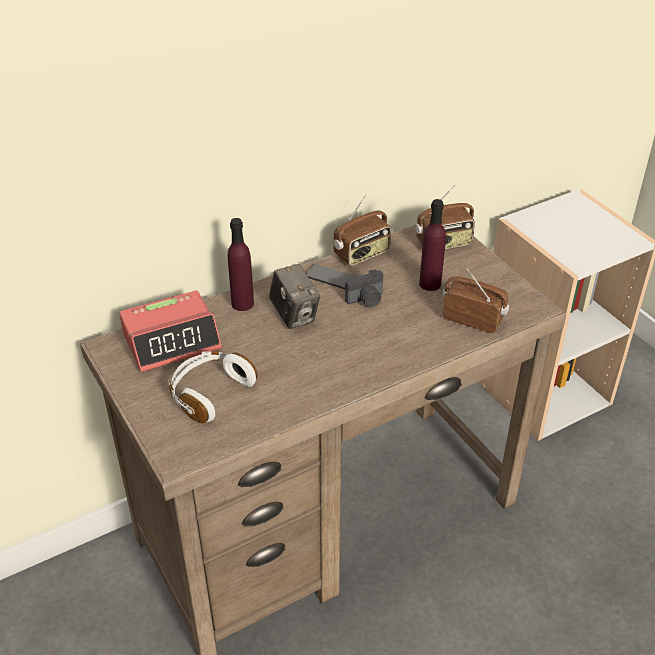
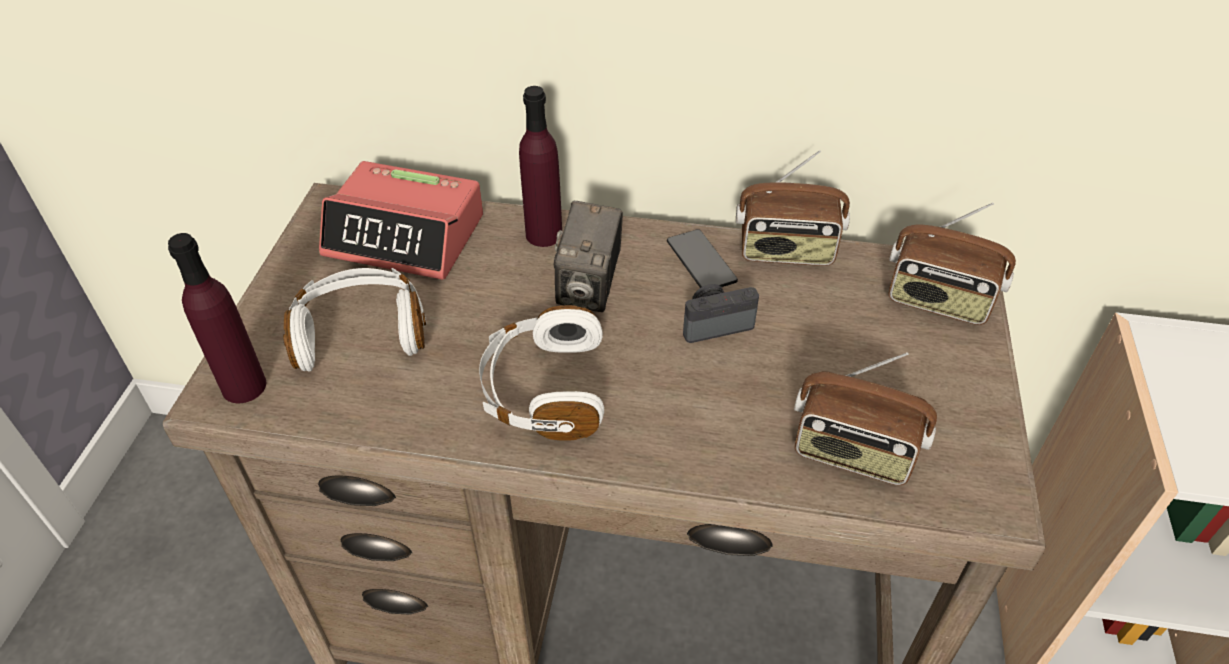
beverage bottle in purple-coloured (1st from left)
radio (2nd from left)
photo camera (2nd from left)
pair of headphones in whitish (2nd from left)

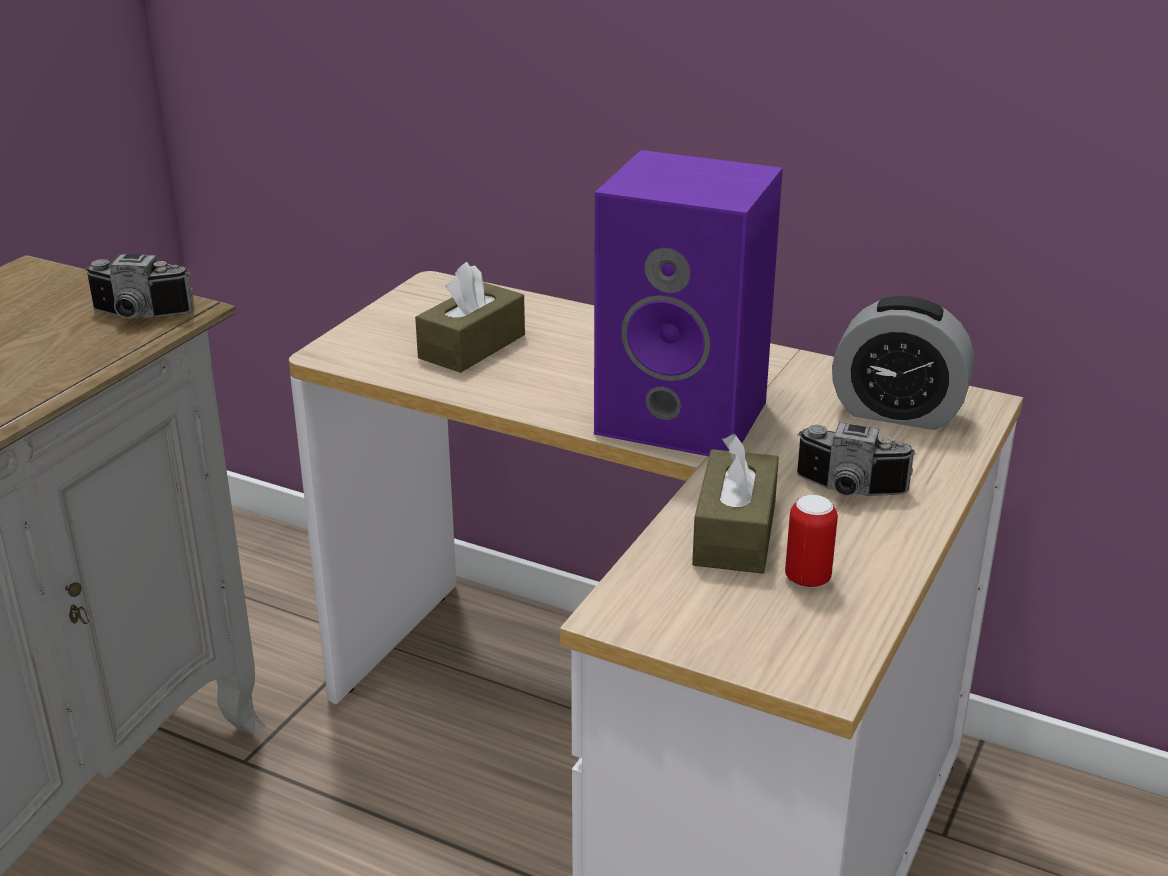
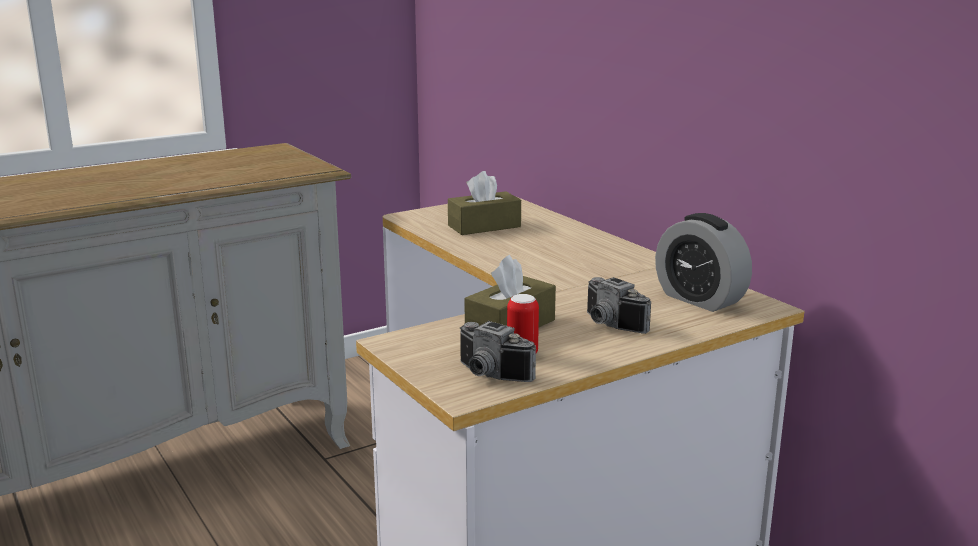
speaker in purple-coloured
photo camera (1st from left)

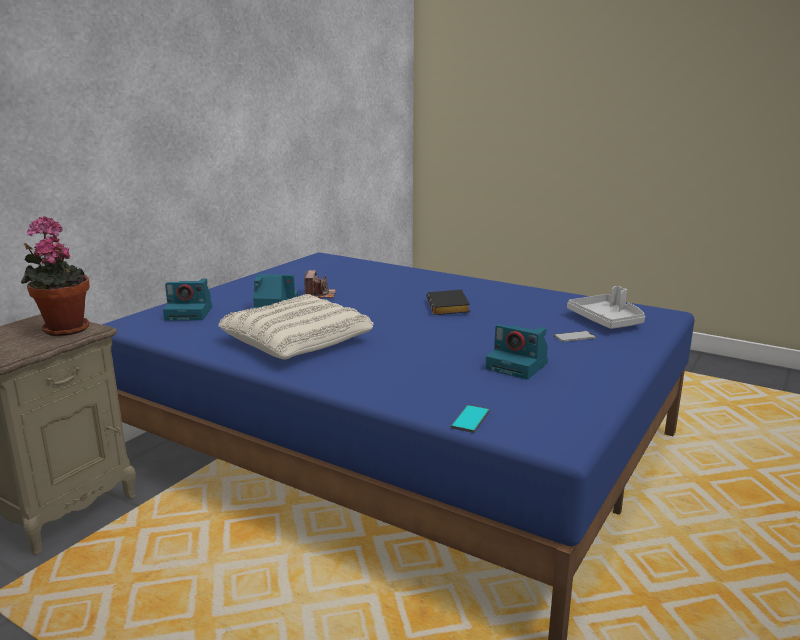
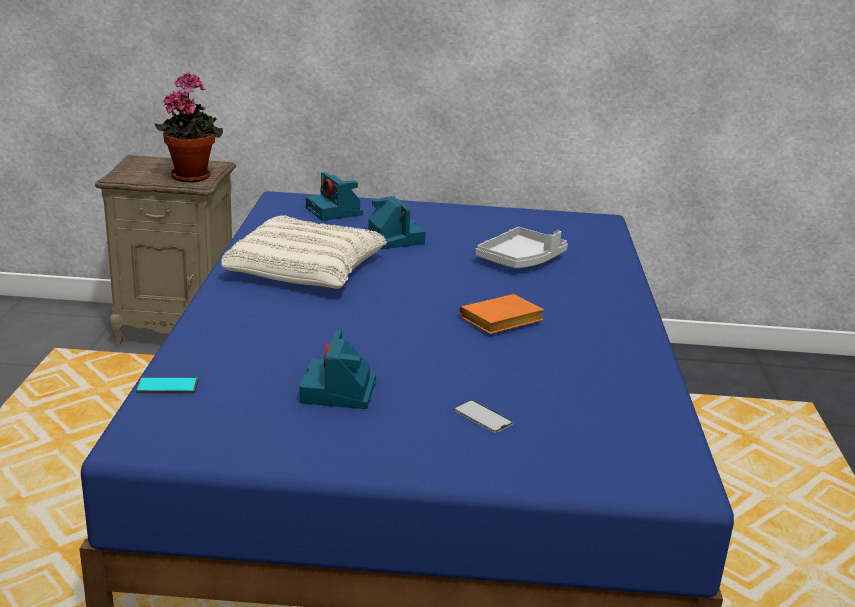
photo camera (3rd from left in the first image)
carrying tray in grey
volume in orange-coloured

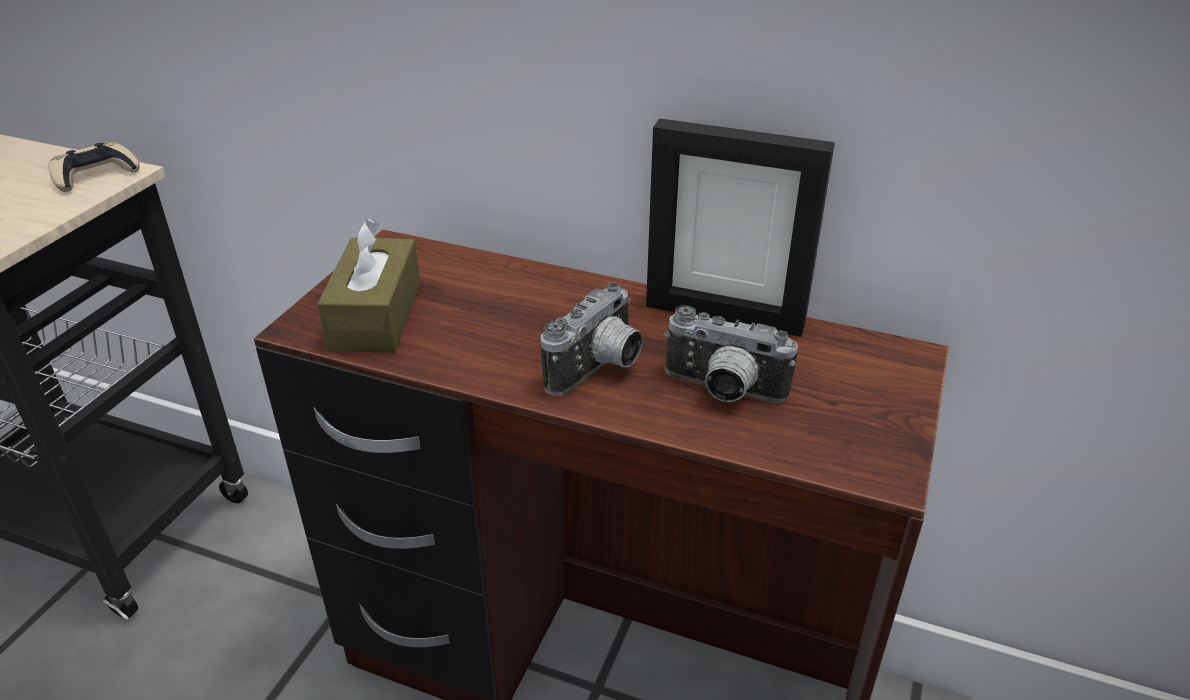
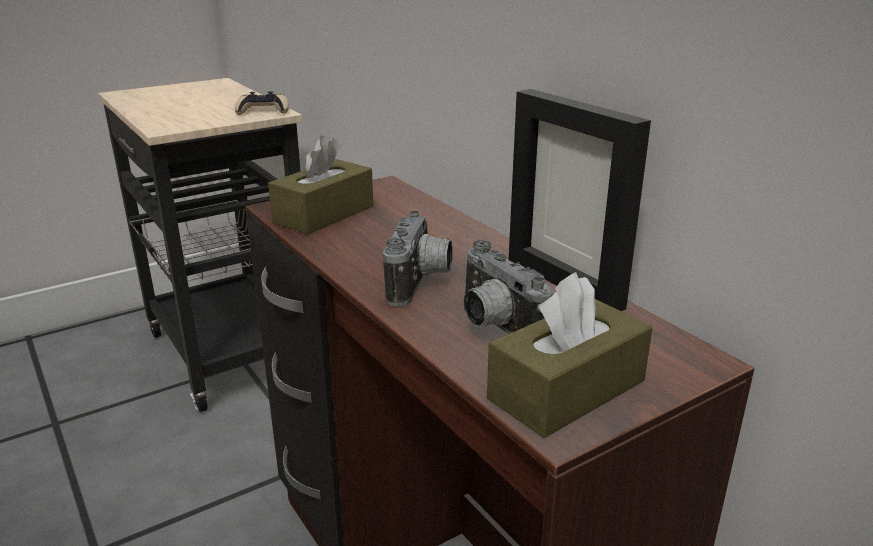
photo camera (1st from left)
tissue box in brownish (2nd from left)

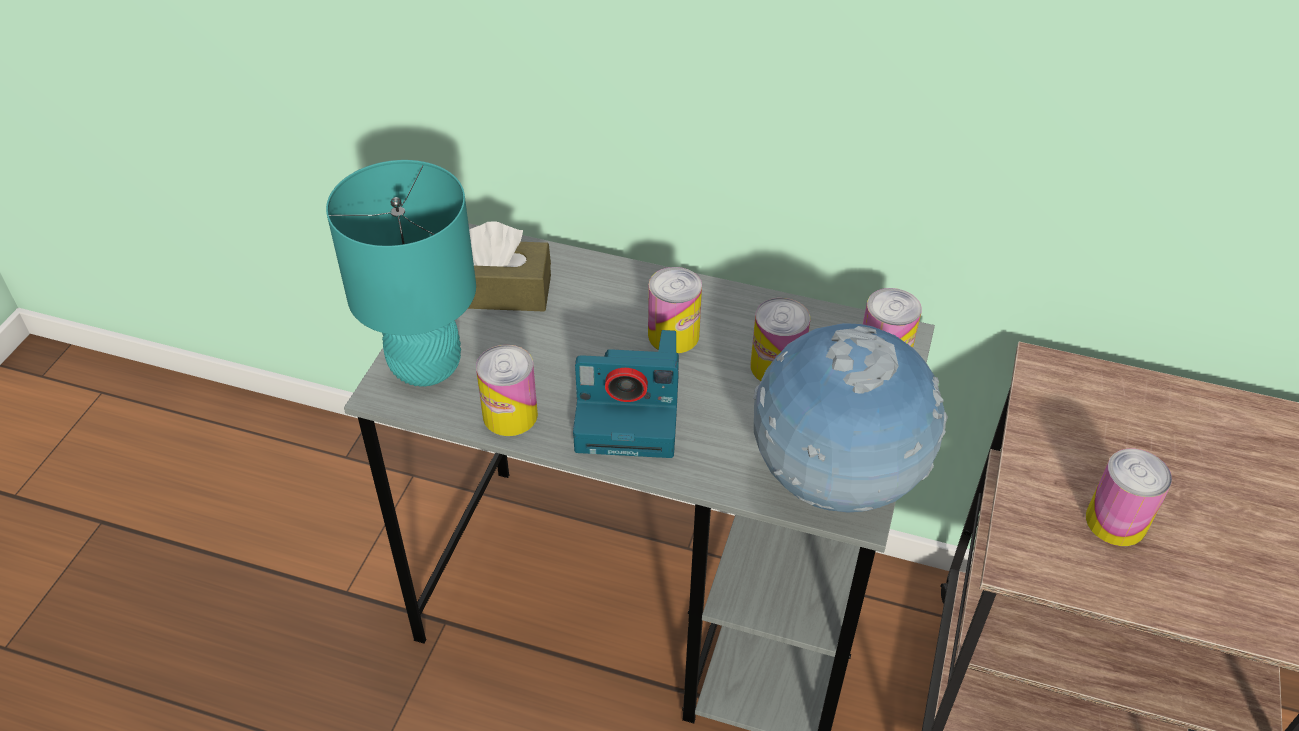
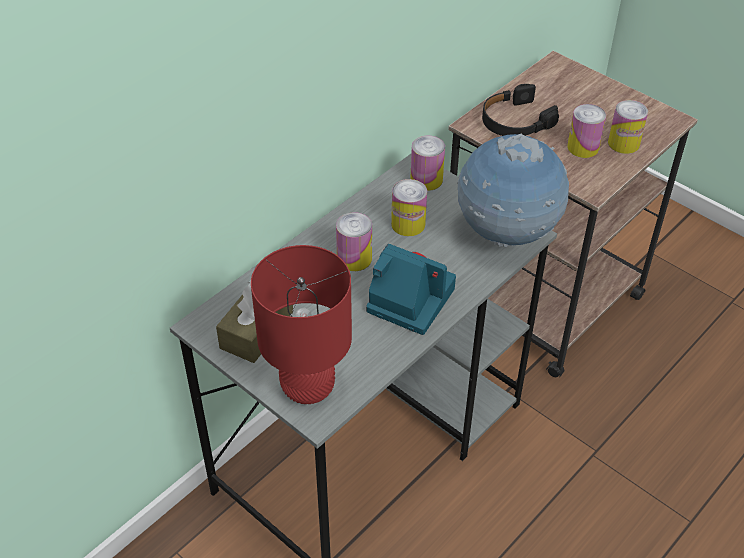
tabletop lamp in reddish
photo camera
sealed can (5th from left)
pair of headphones in black-coloured

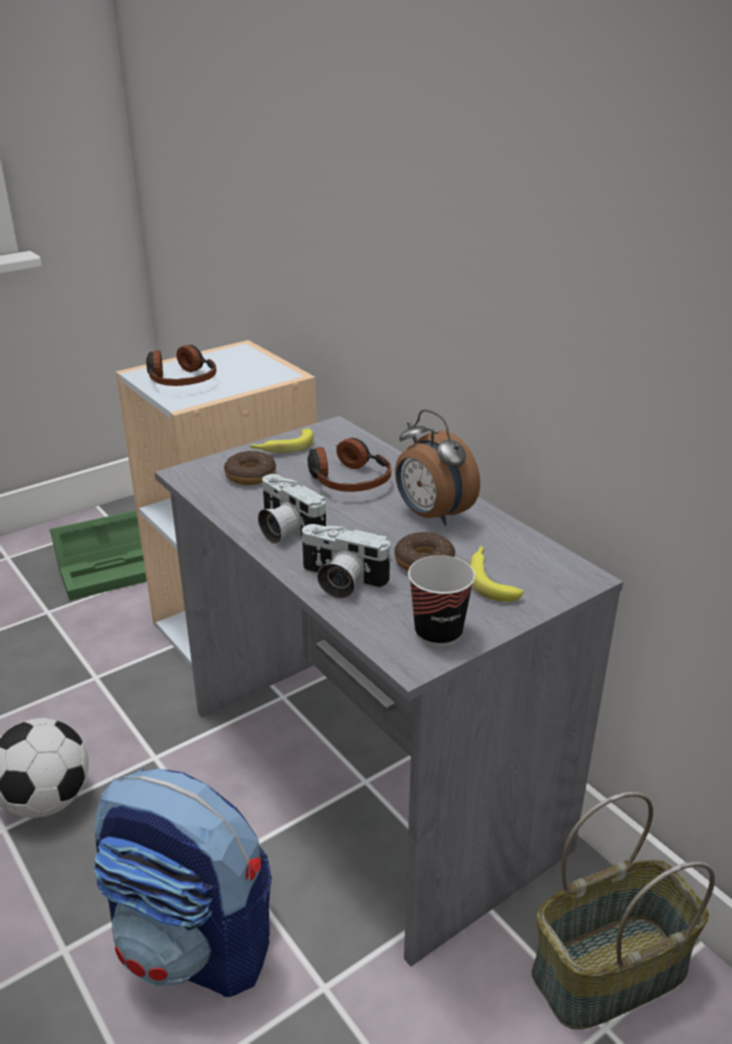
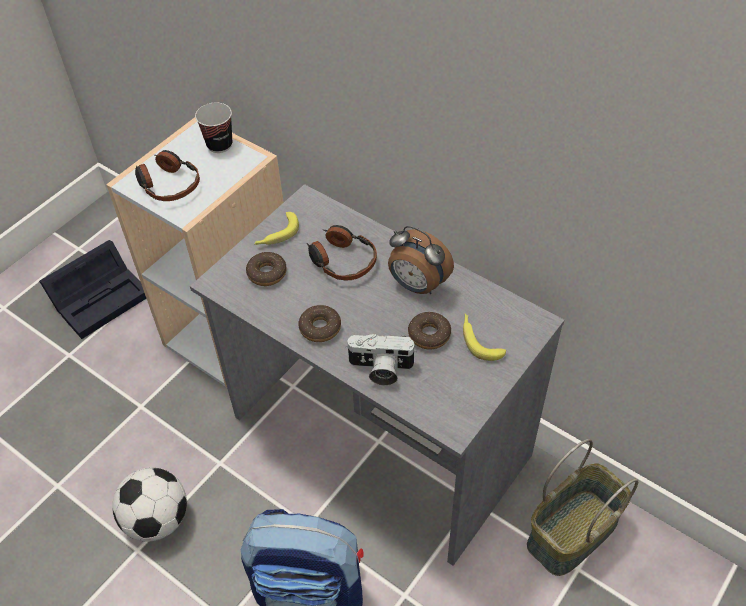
donut (2nd from left)
storage container in black-coloured
drinking cup

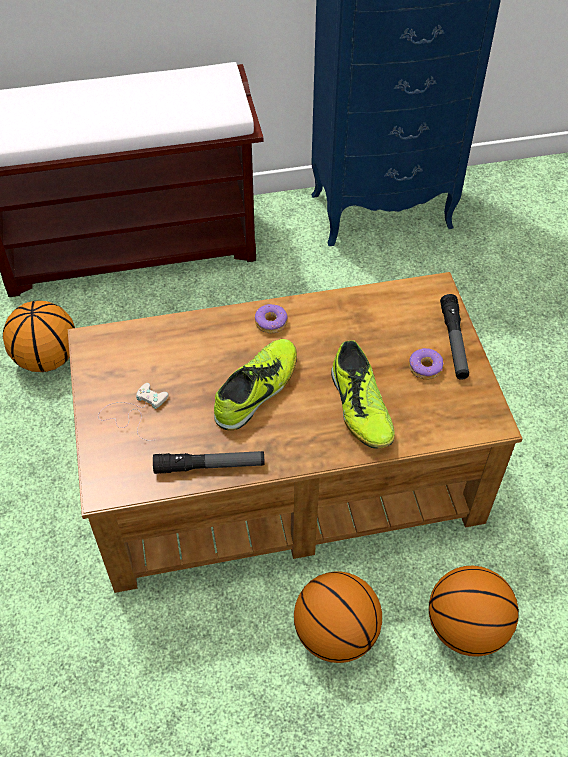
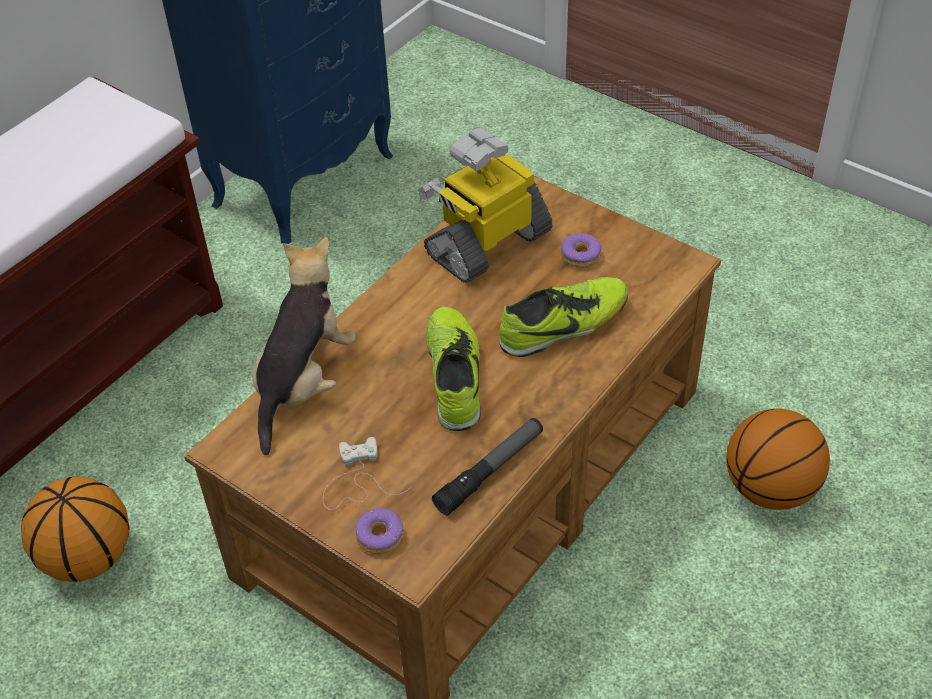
torch (2nd from left in the first image)
donut (1st from left)
low shoe (2nd from left)
basketball (2nd from left in the first image)
model robot
soft toy

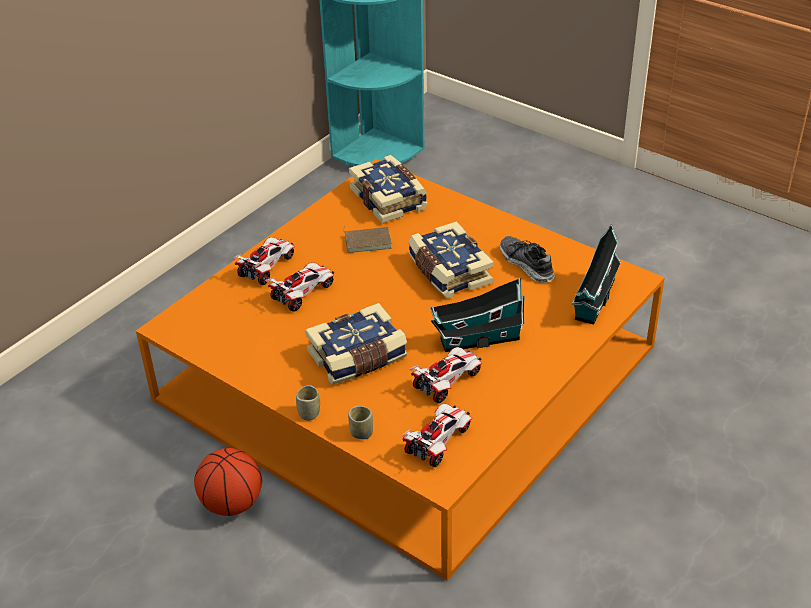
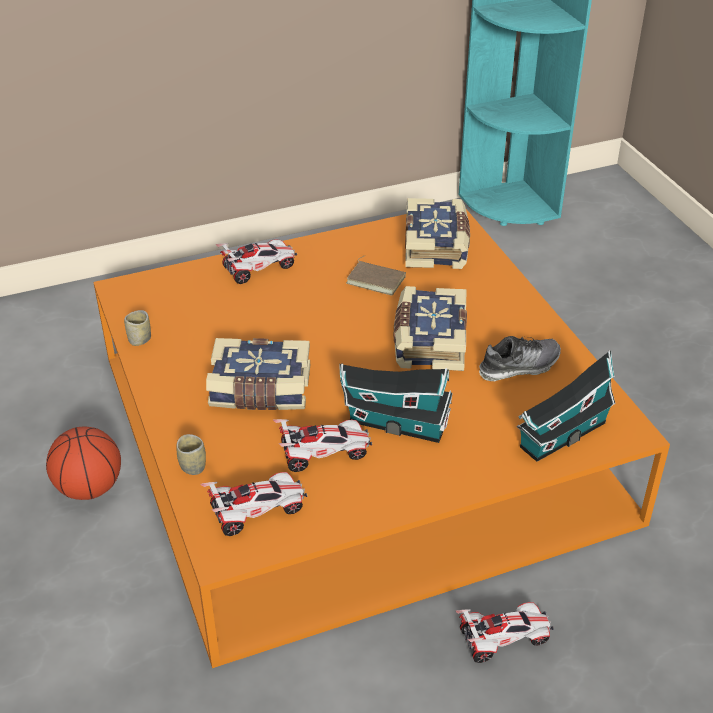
low shoe
miniature car (4th from left)
drinking cup (1st from left)

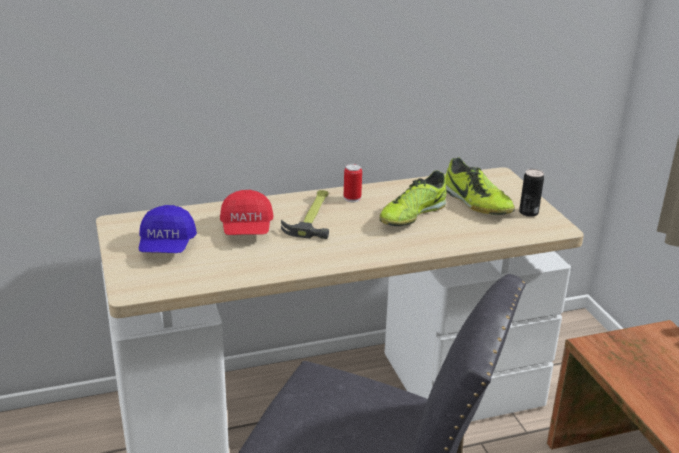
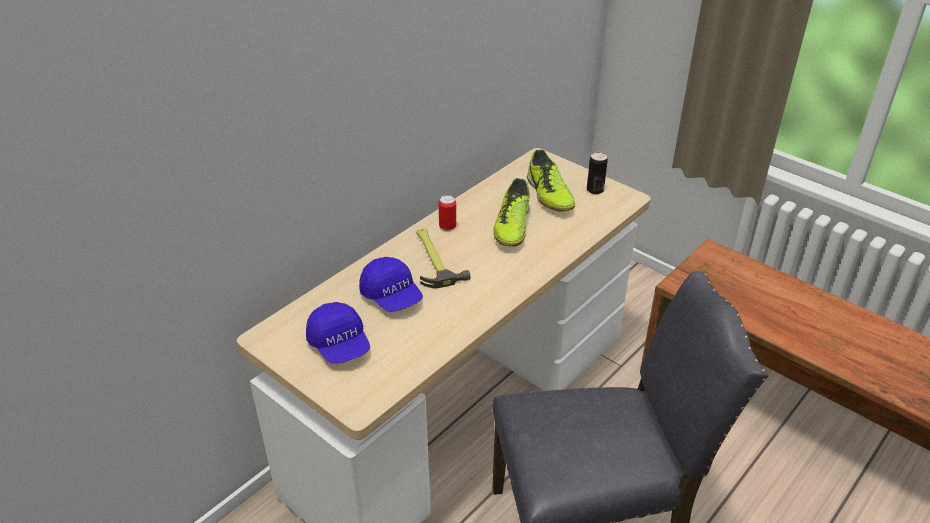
low shoe (2nd from left)
cap in bluish (2nd from left)

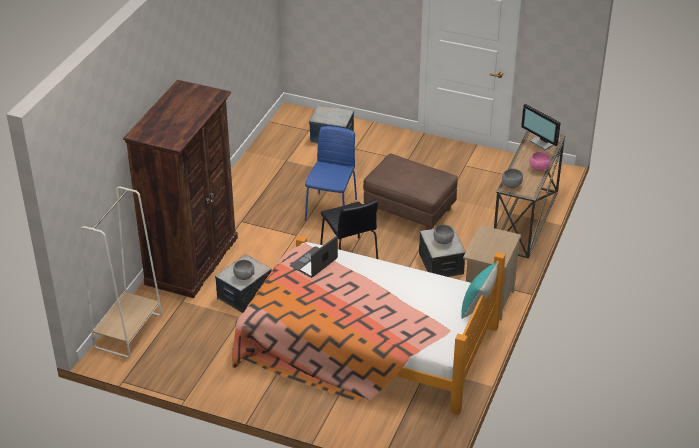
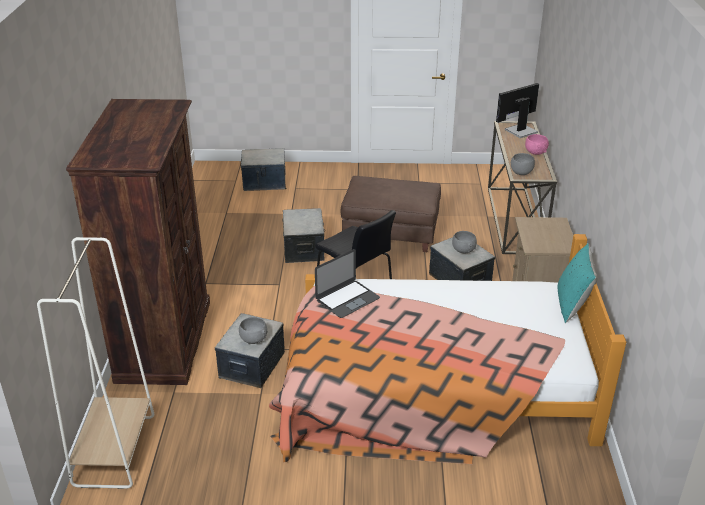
computer display
storage container (3rd from left)
laptop

